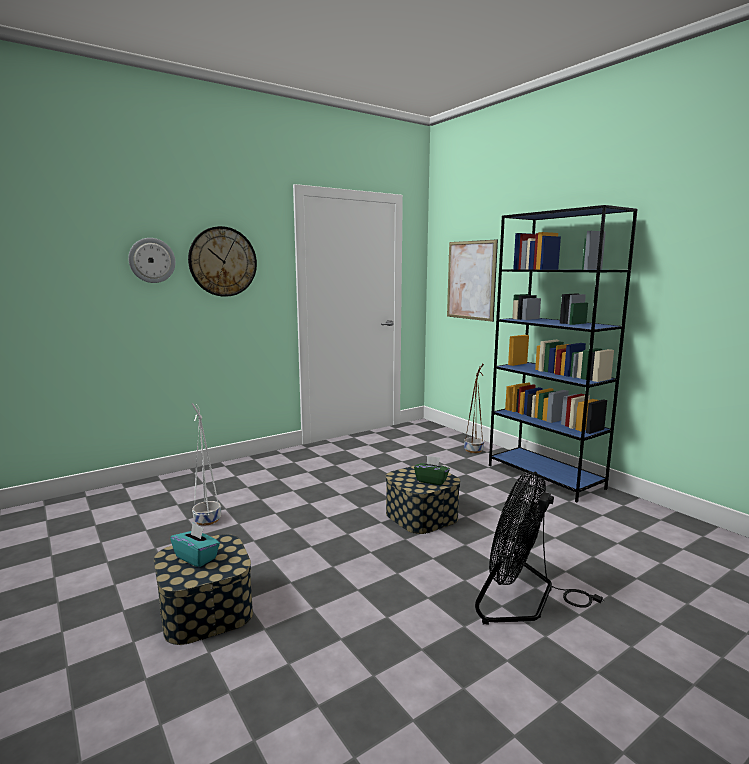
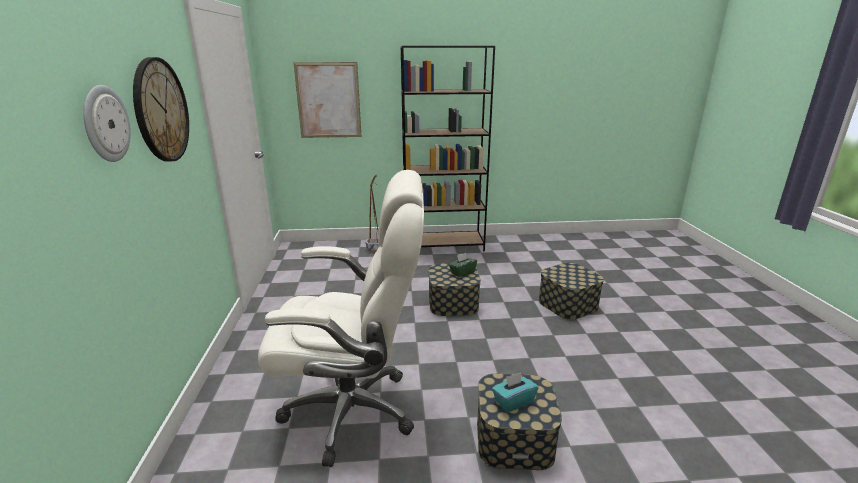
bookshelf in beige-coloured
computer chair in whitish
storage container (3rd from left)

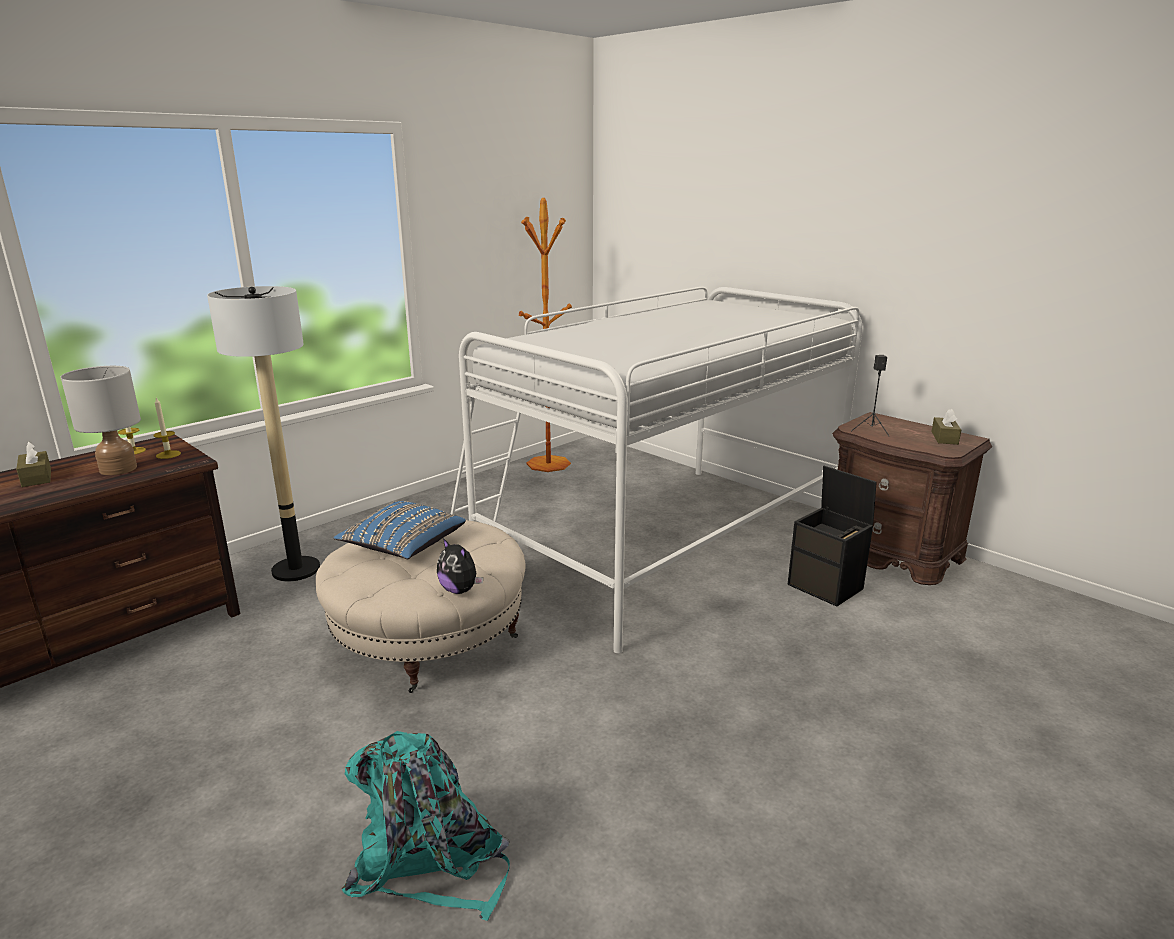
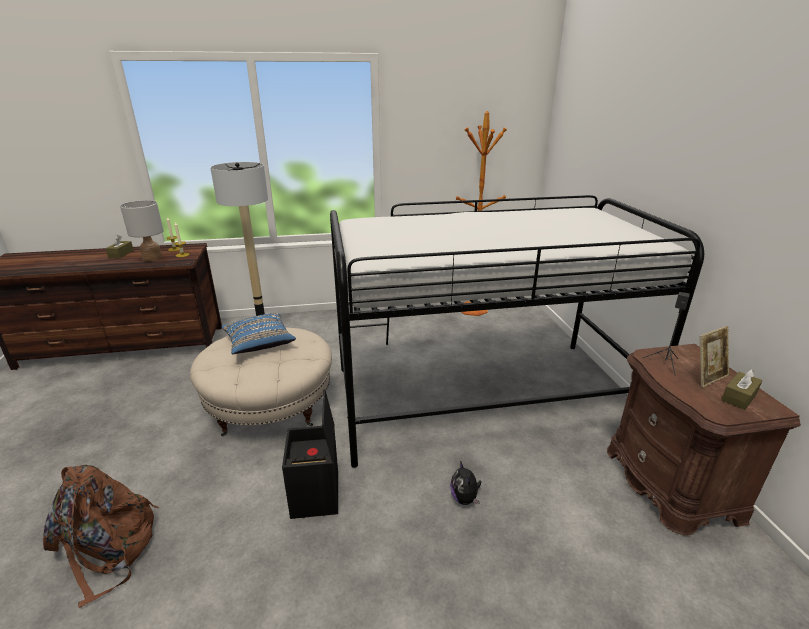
bed in black-coloured
storage container in black-coloured
soft toy
knapsack in brownish
photo frame

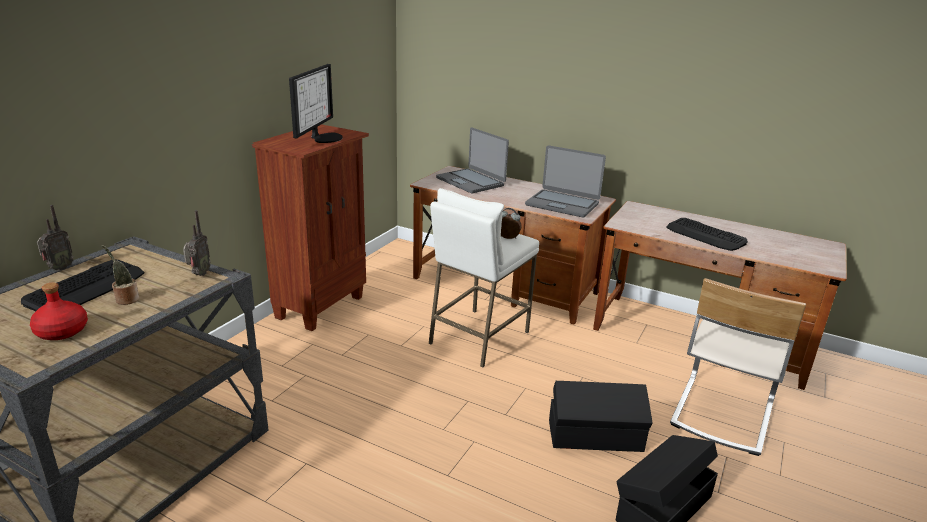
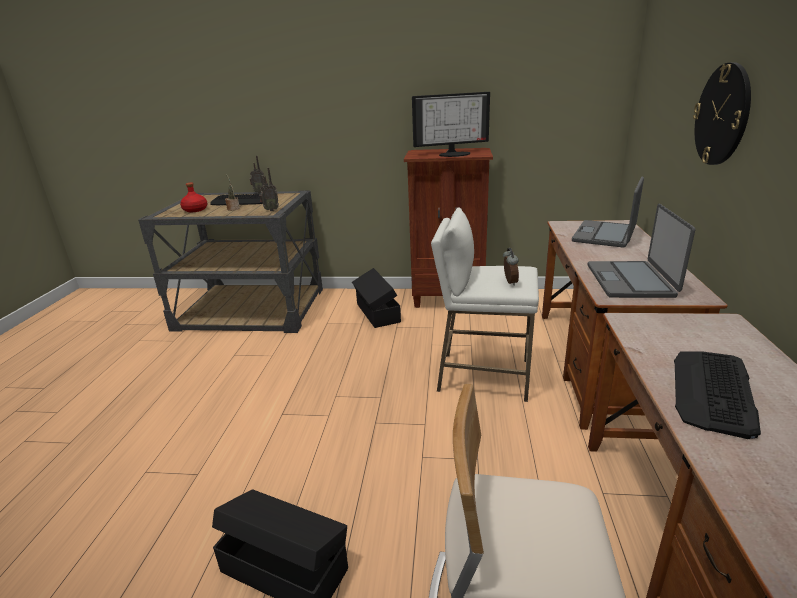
storage container in black-coloured (2nd from left)
hanging clock

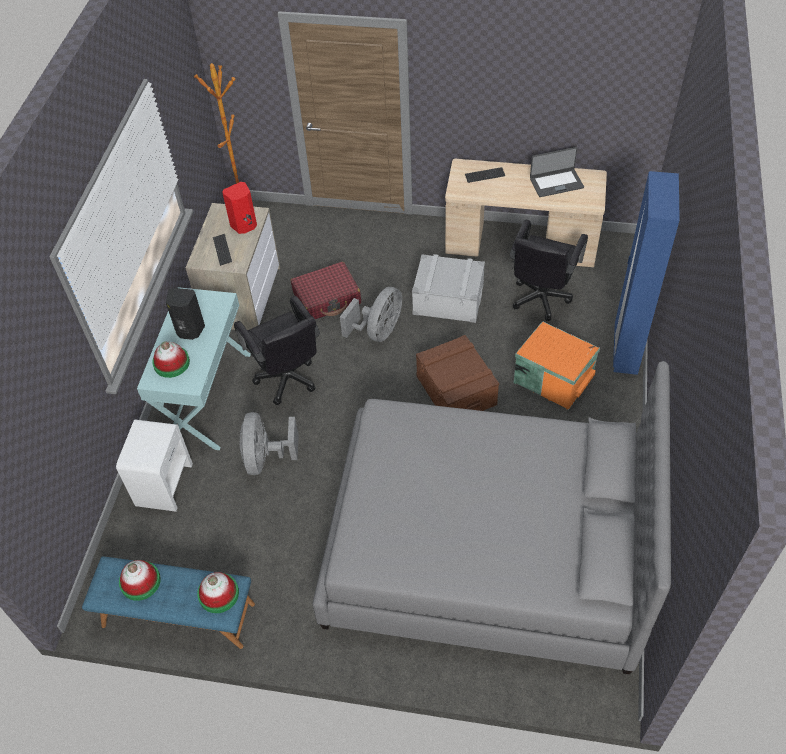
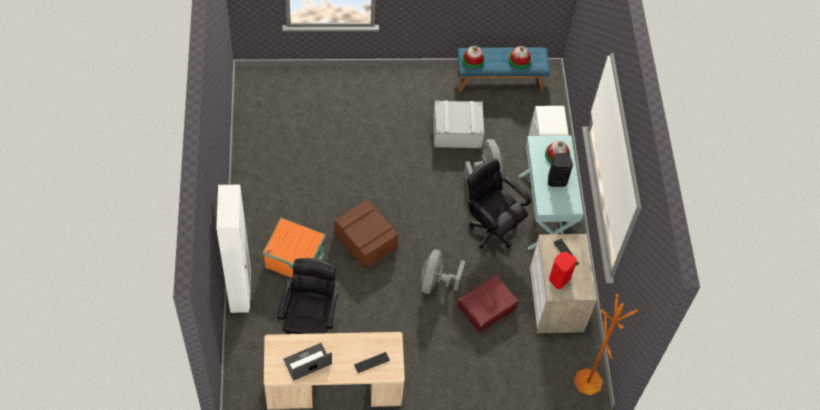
armoire in whitish
storage container in grey
bed in grey

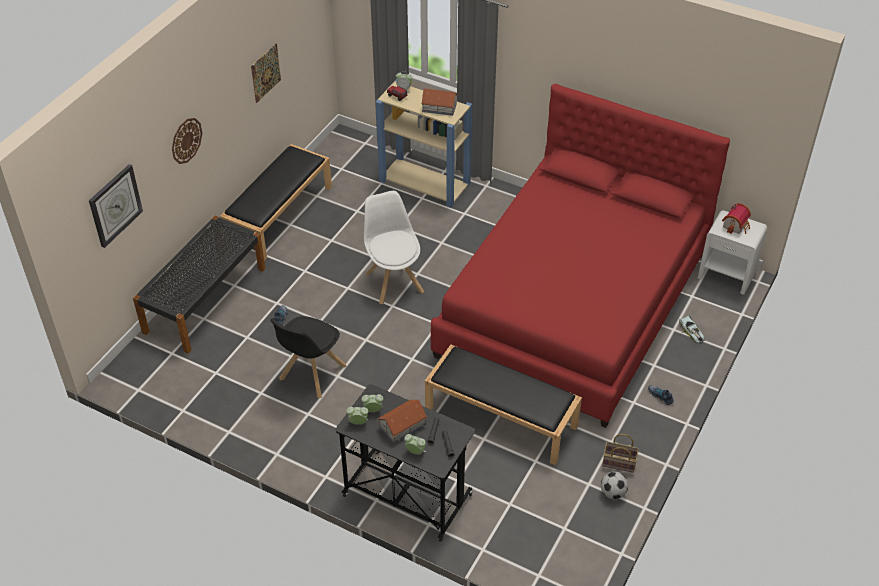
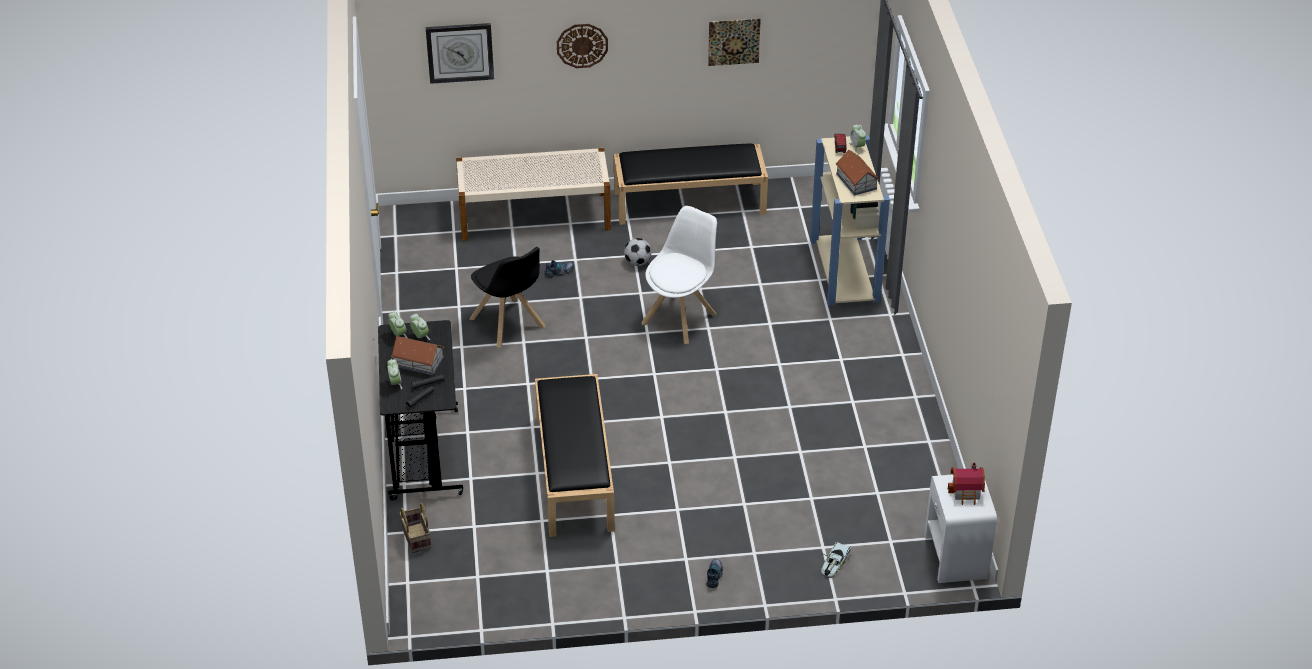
bed in reddish
bench in beige-coloured
upright chair in black-coloured
storage basket
ball for football

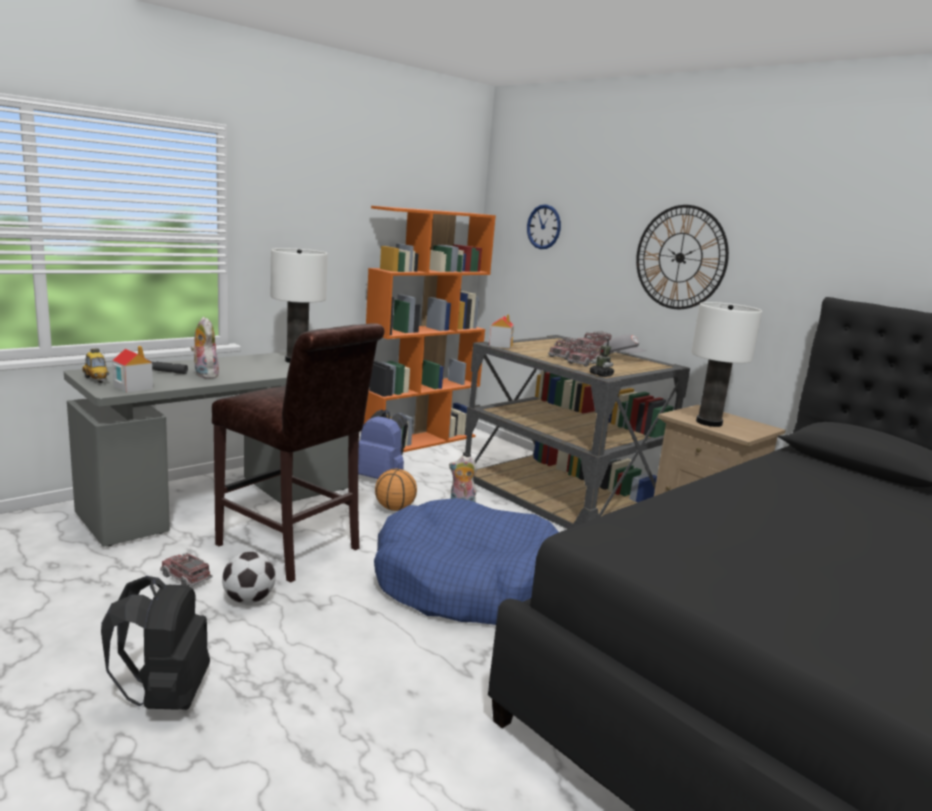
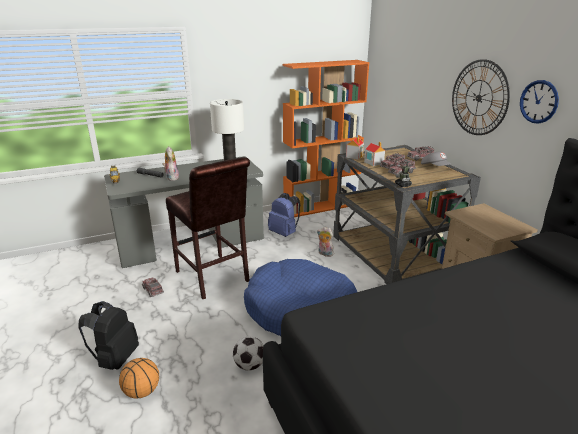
hanging clock (2nd from left)
tabletop lamp in whitish (2nd from left in the first image)
model house (2nd from left)
basketball
ball for football

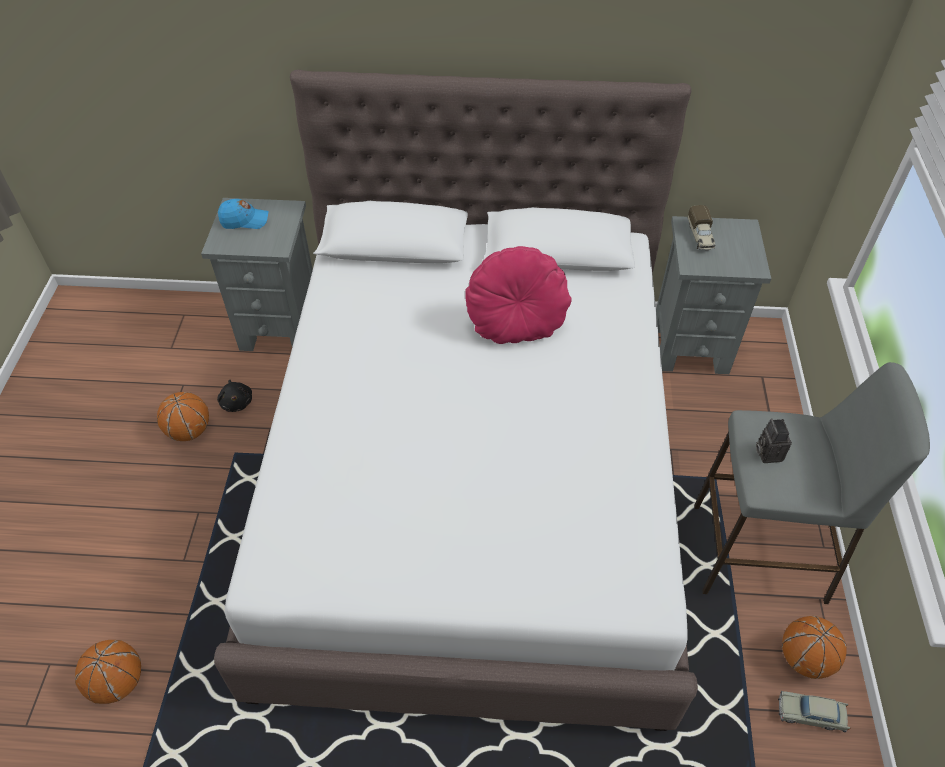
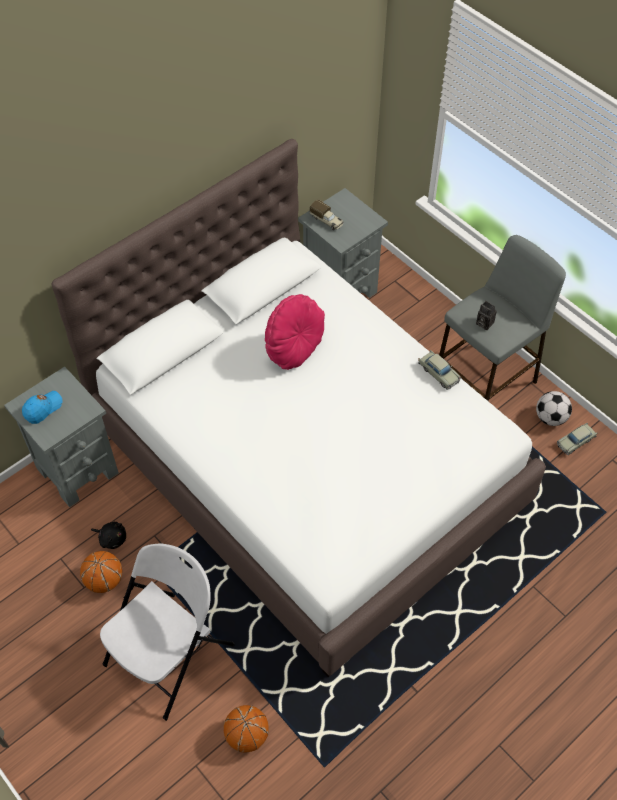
ball for football
miniature car in beige-coloured (1st from left)
upright chair in whitish

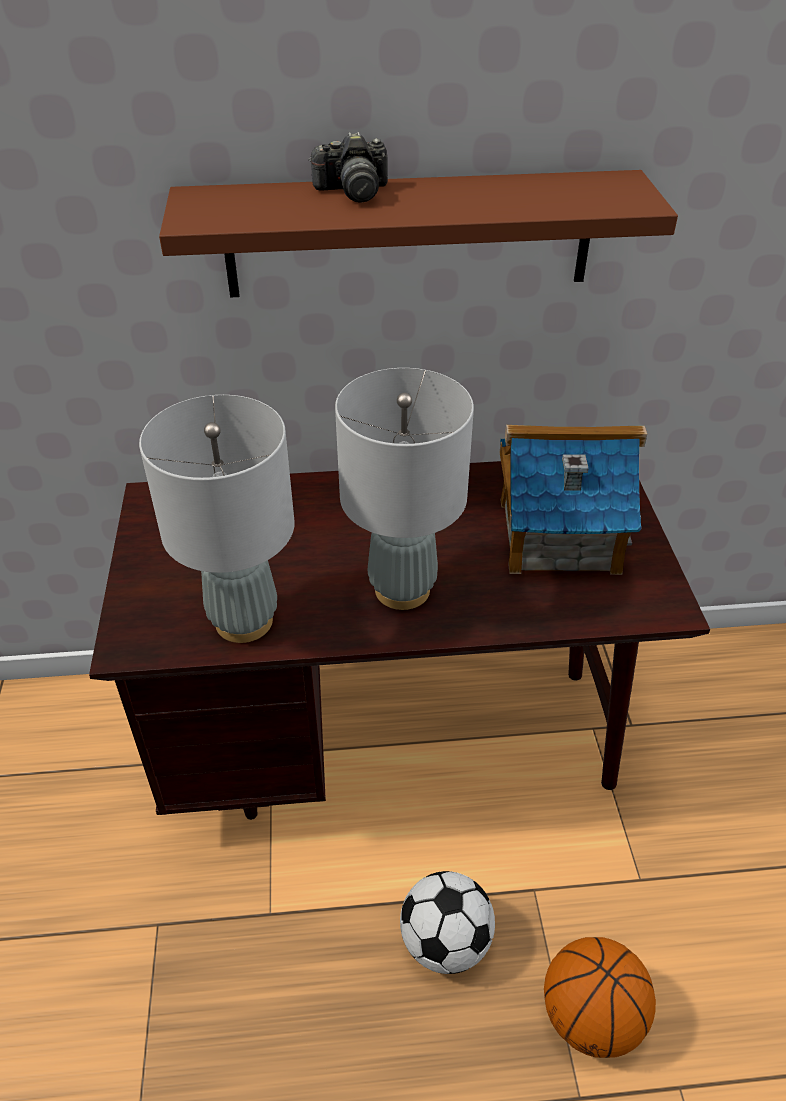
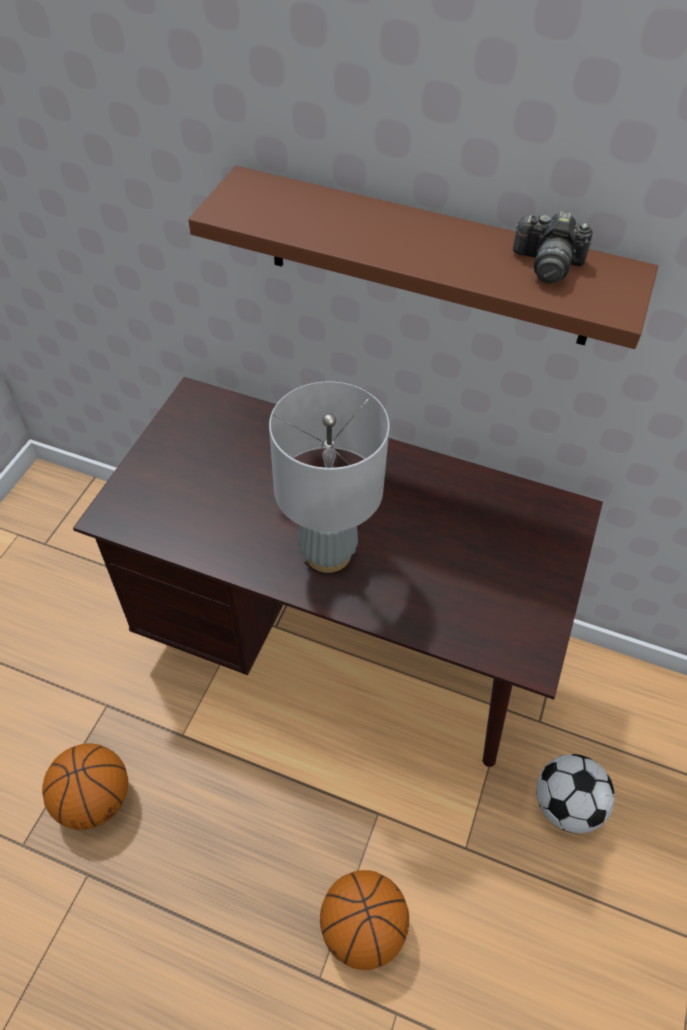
photo camera
tabletop lamp in grey (1st from left in the first image)
model house
ball for football
basketball (1st from left)

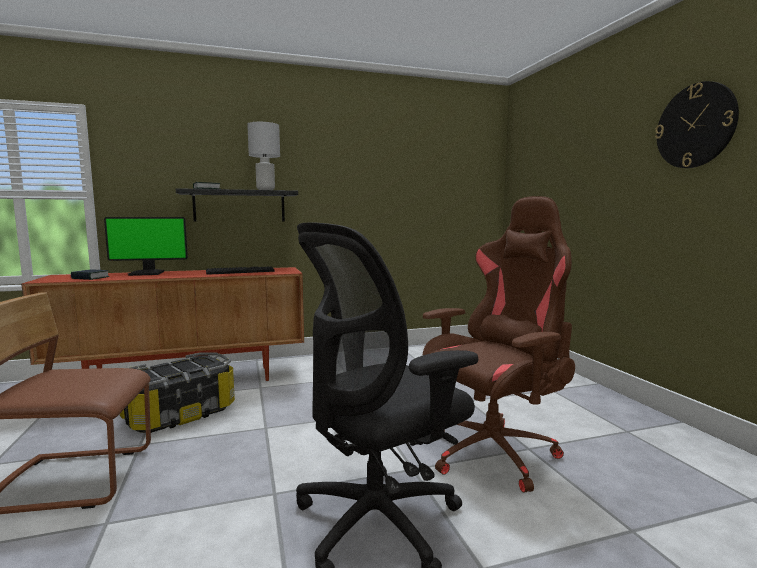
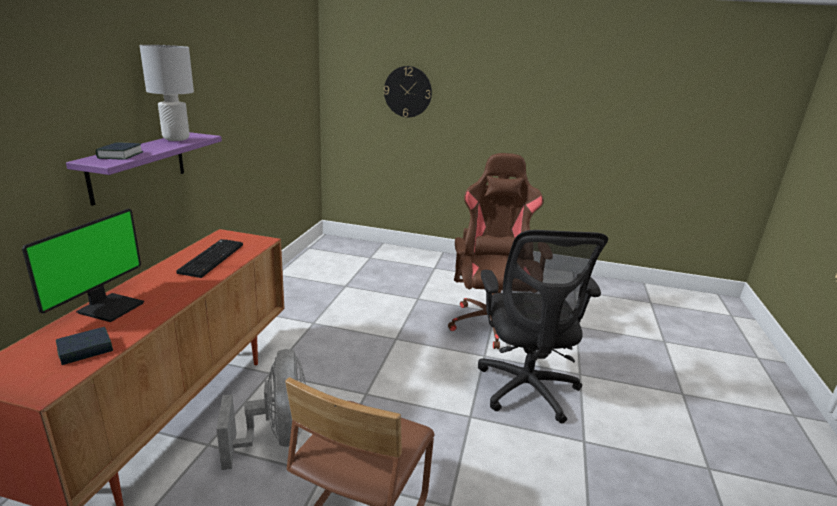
hanging clock
shelf in purple-coloured
fan in grey

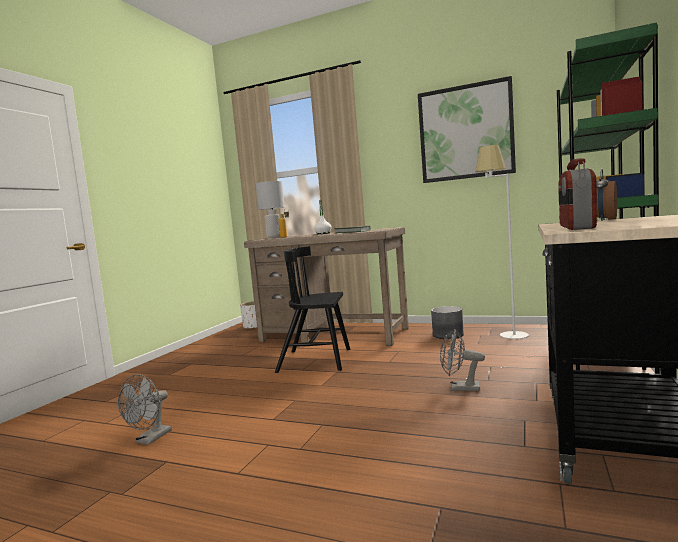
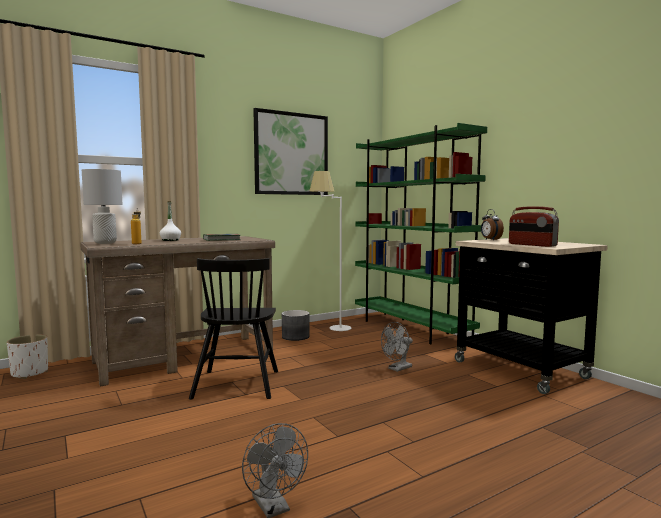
upright chair in black-coloured

